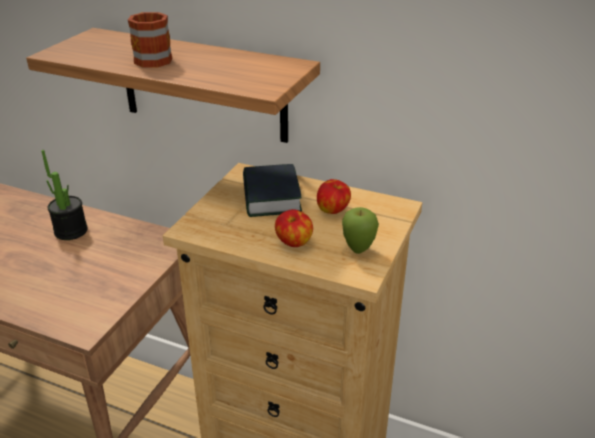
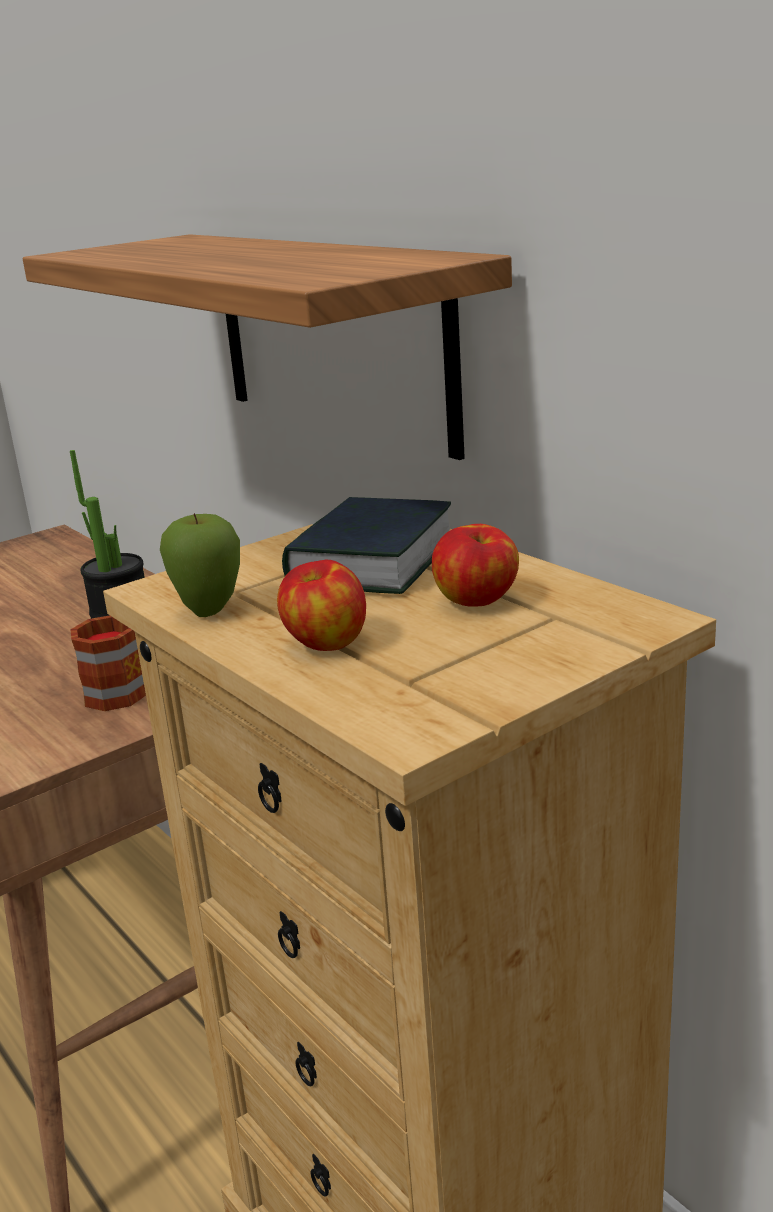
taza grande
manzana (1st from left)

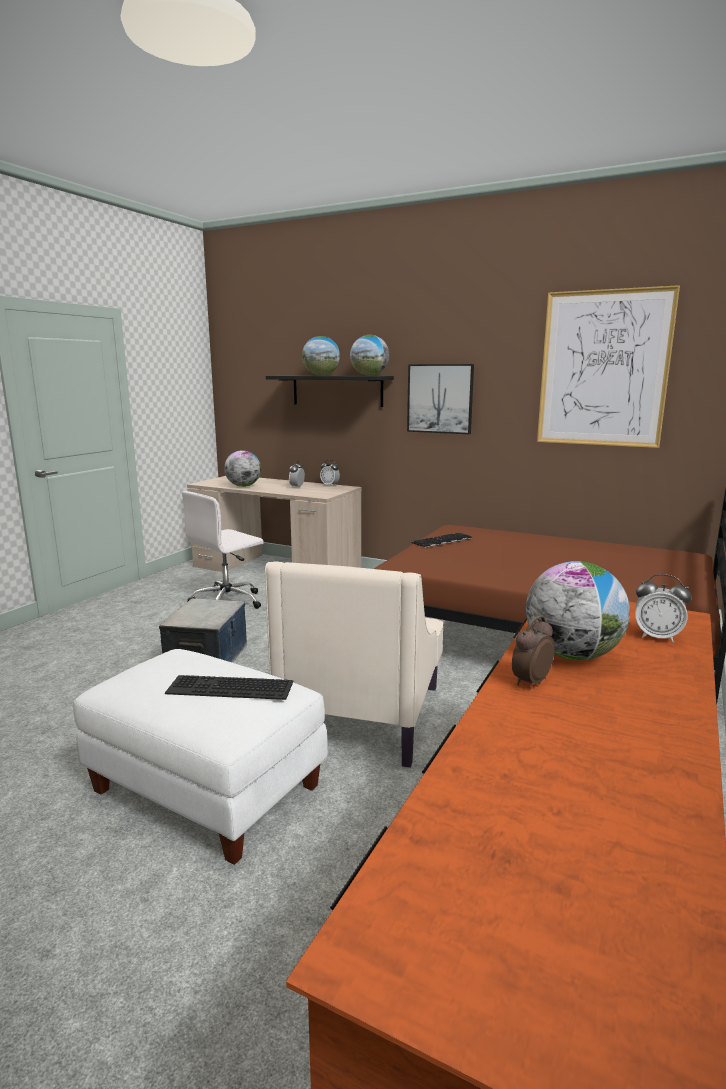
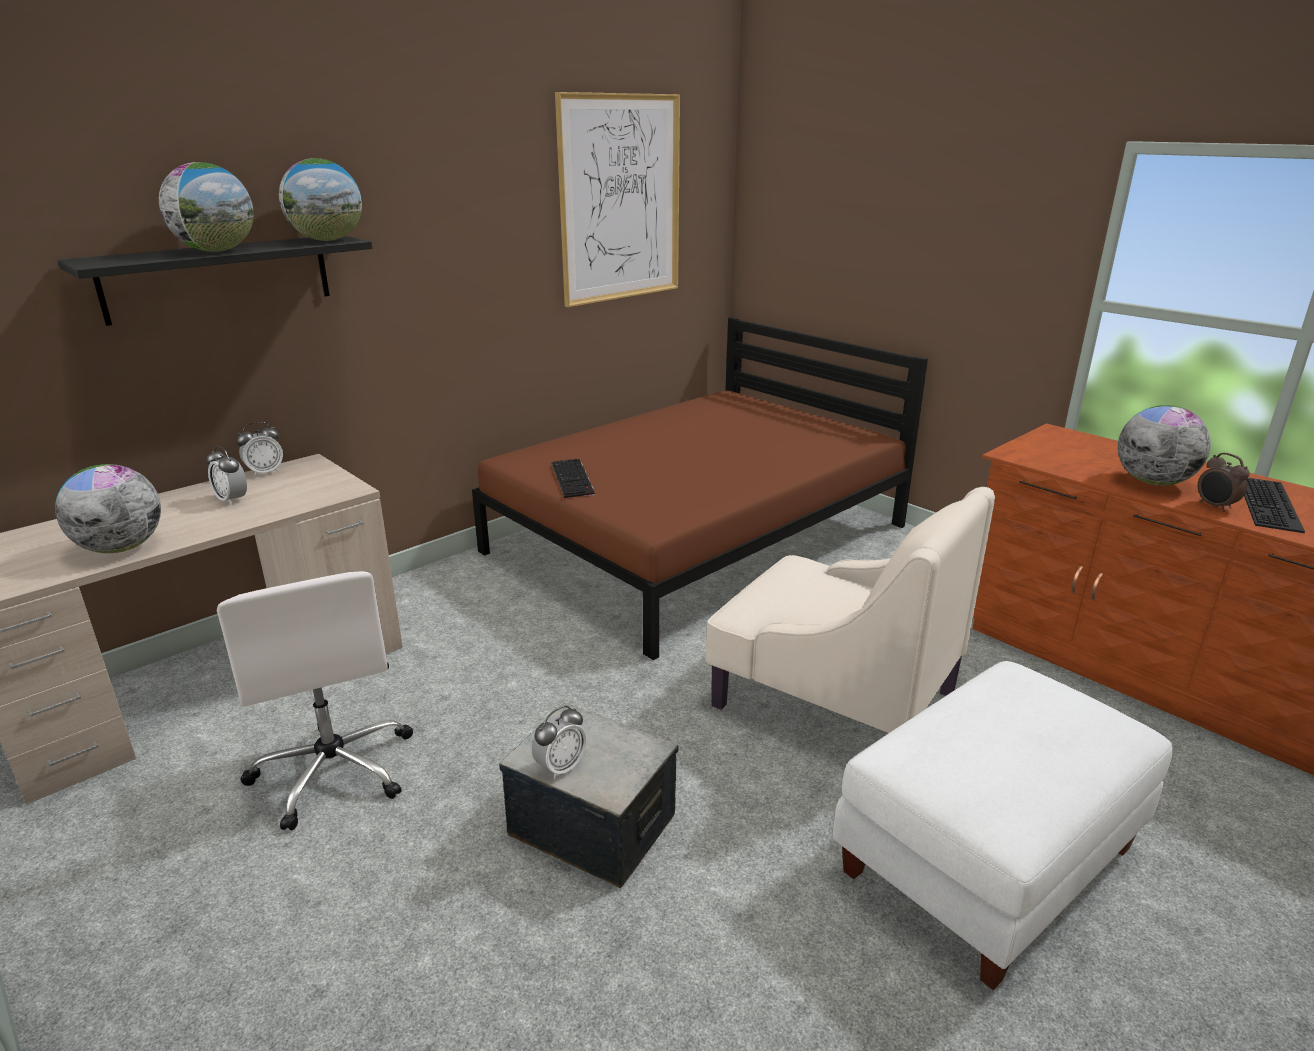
teclado (2nd from left)
cuadro (1st from left in the first image)
despertador (3rd from left)

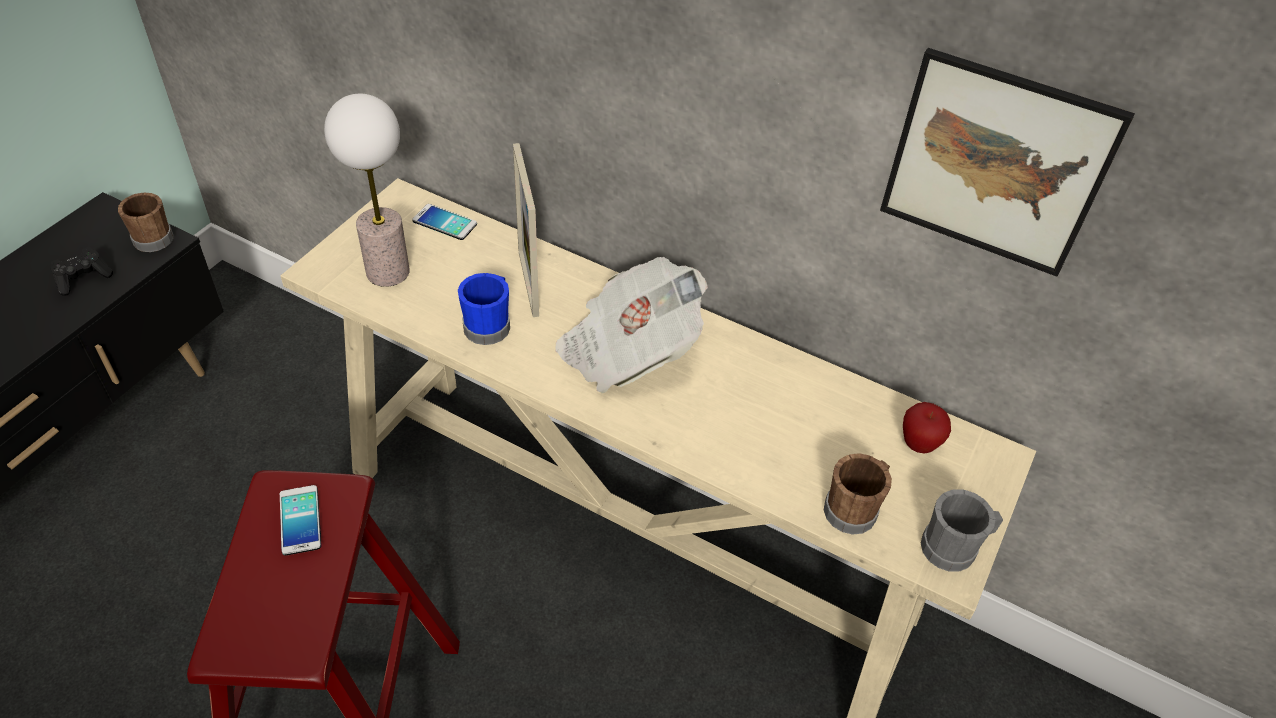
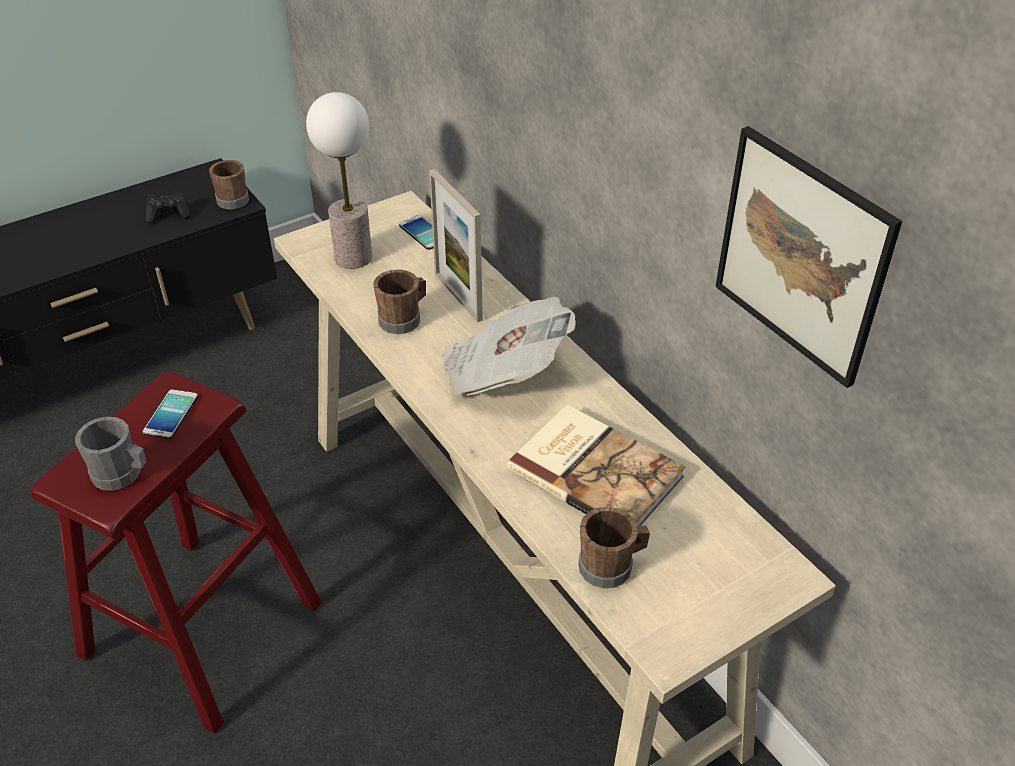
taza grande [marrón] (2nd from left)
portarretratos
manzana
taza grande [gris]
libro

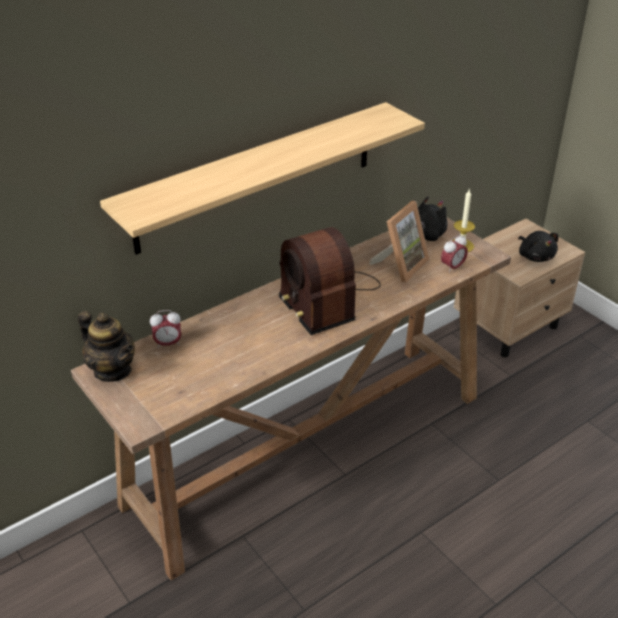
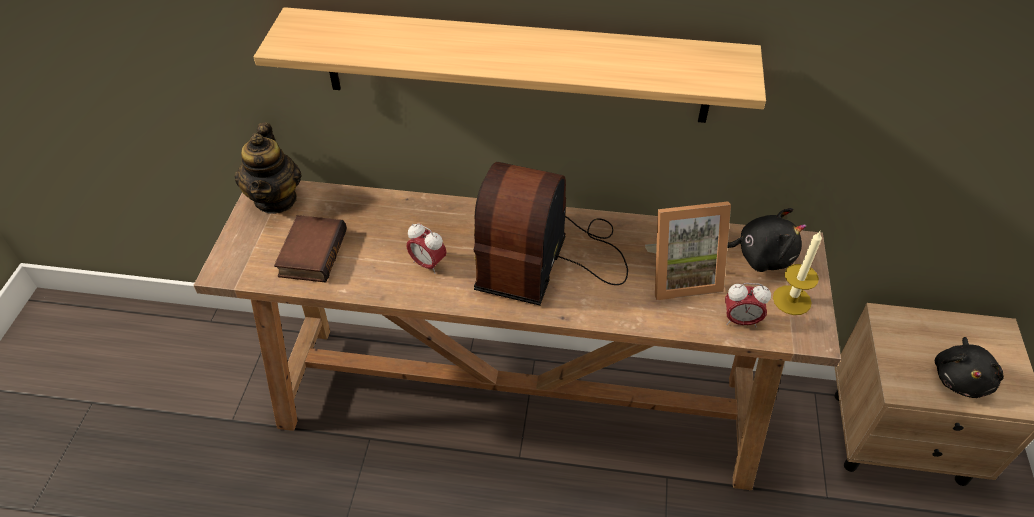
despertador (1st from left)
libro

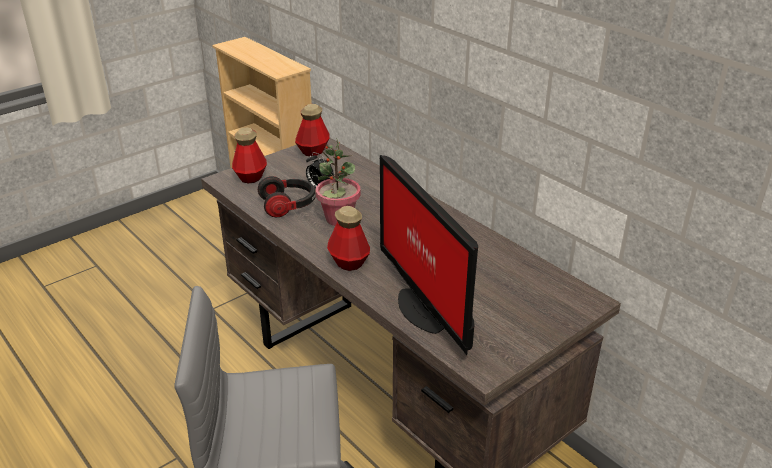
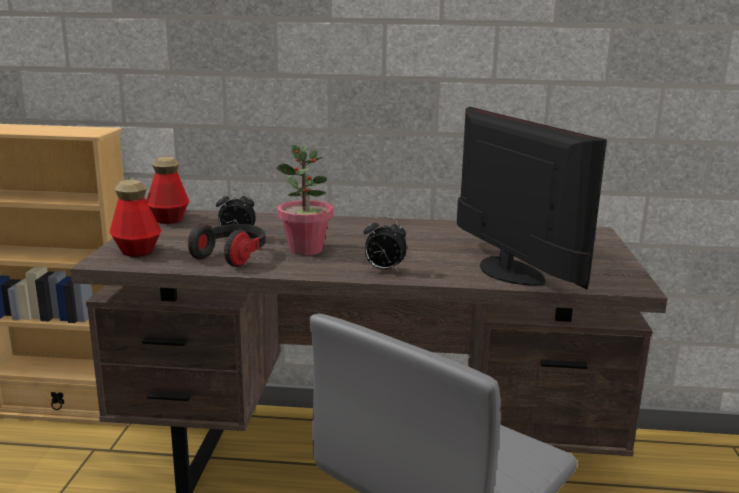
despertador (2nd from left)
monitor

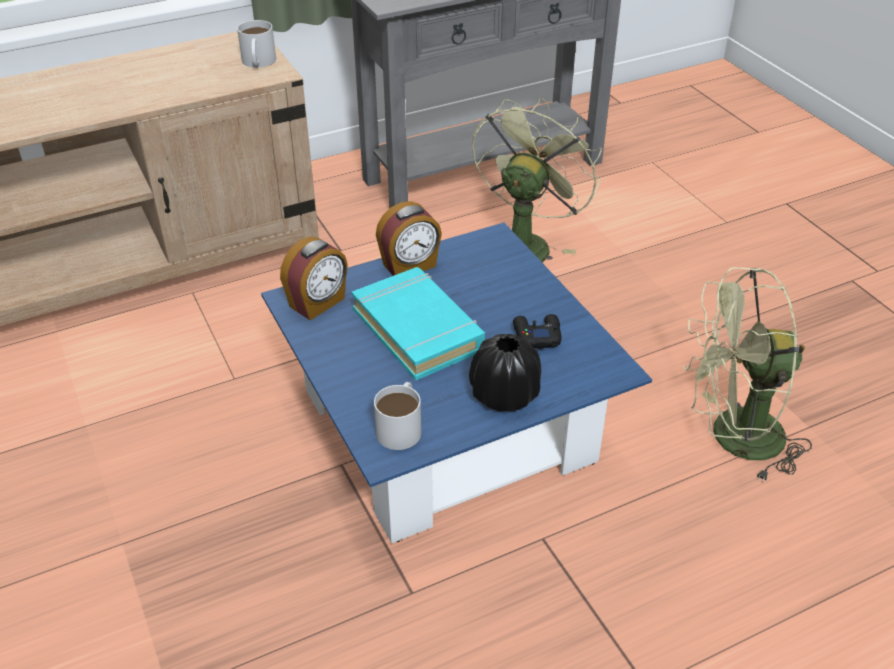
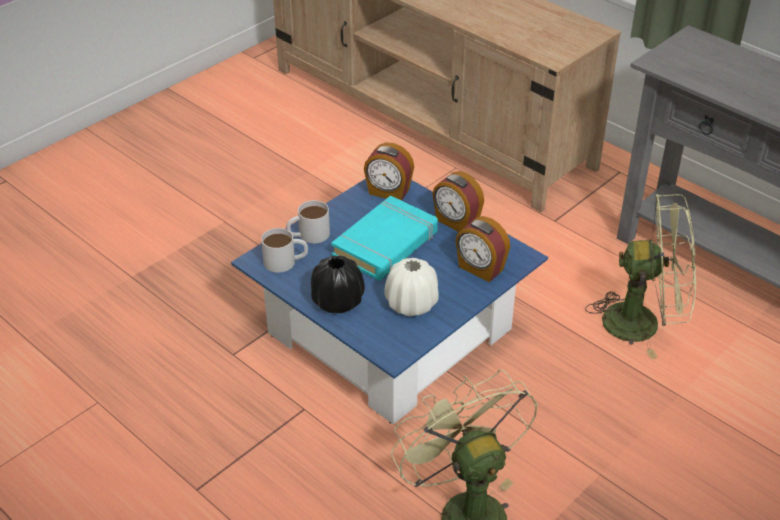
taza grande [blanco] (2nd from left)
florero [blanco]
despertador (3rd from left)

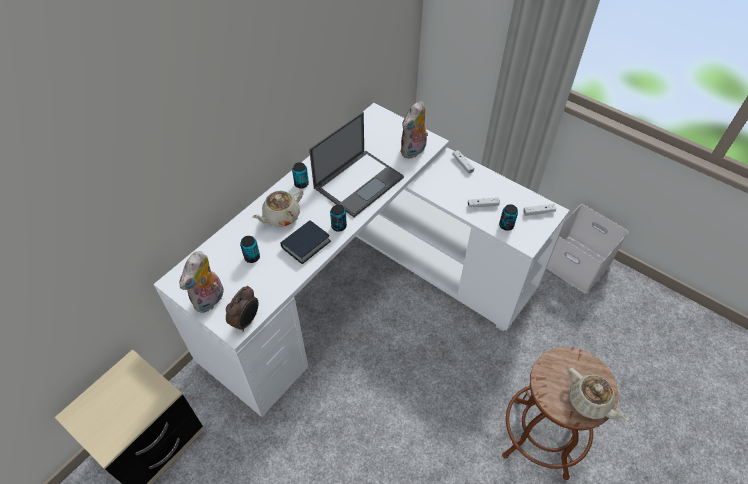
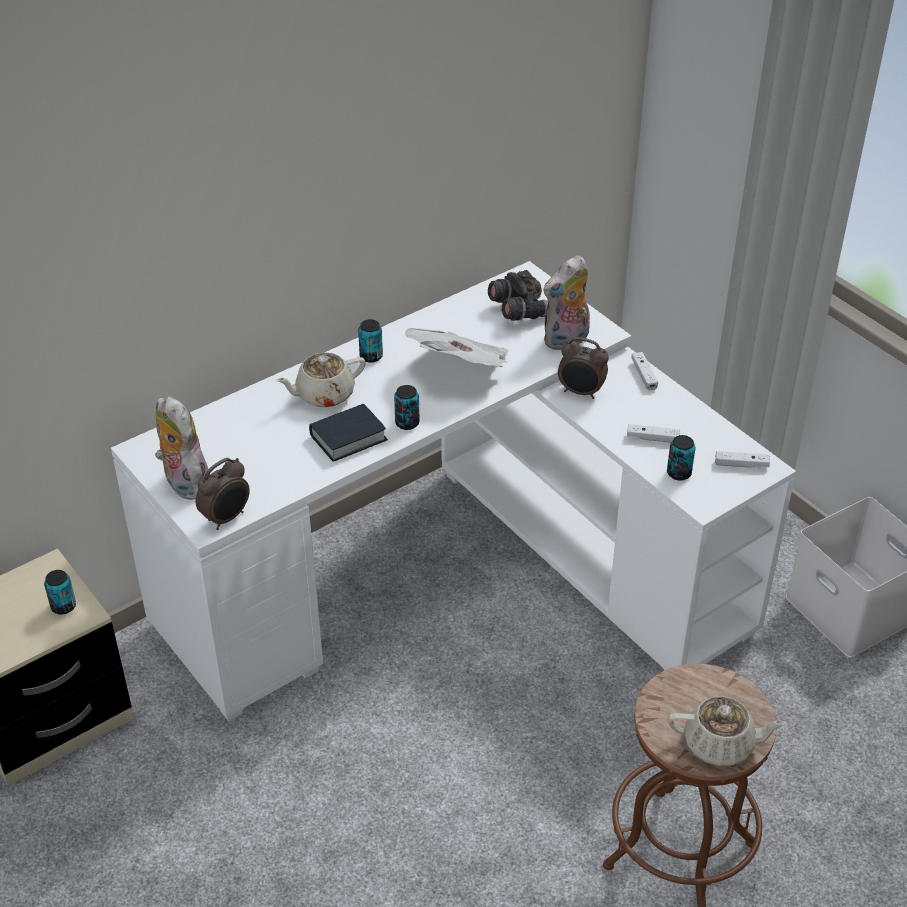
peluche (1st from left)
lata (1st from left)
periódico
tetera [beis] (2nd from left)
prismáticos [gris]
despertador (2nd from left)

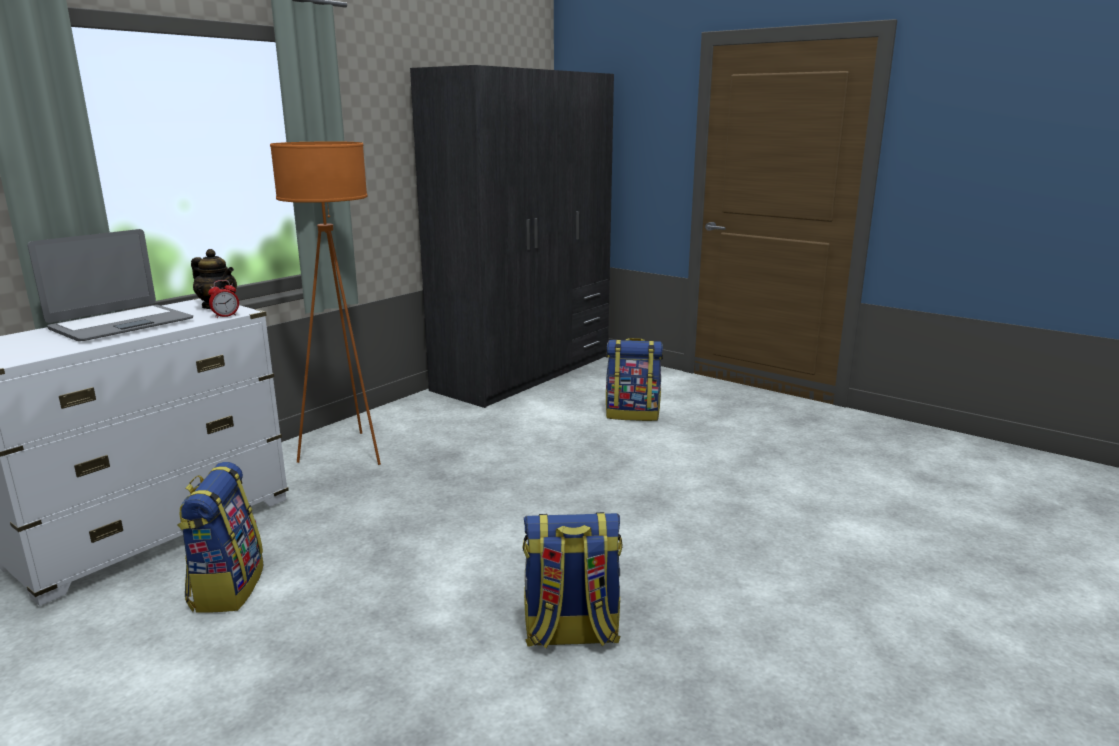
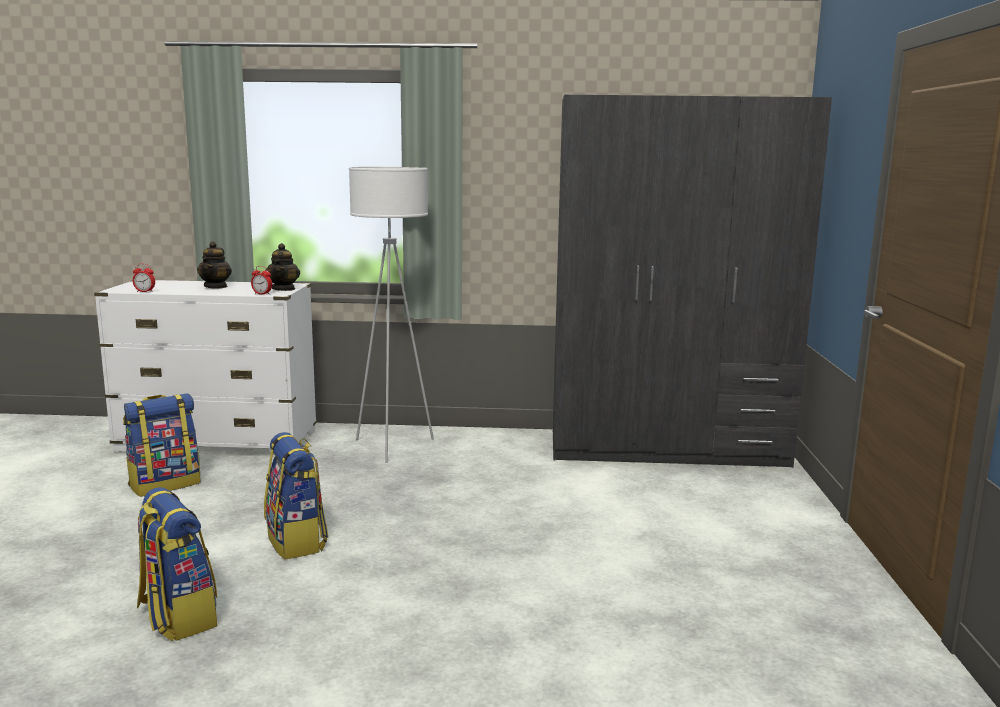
tetera (1st from left)
lámpara de pie [blanco]
mochila (3rd from left)
despertador (1st from left)

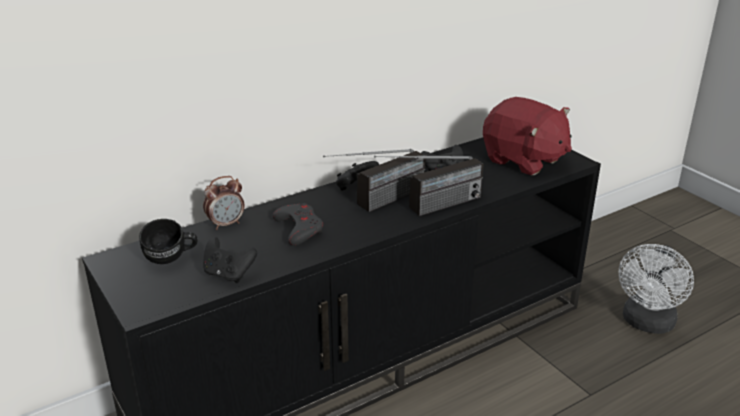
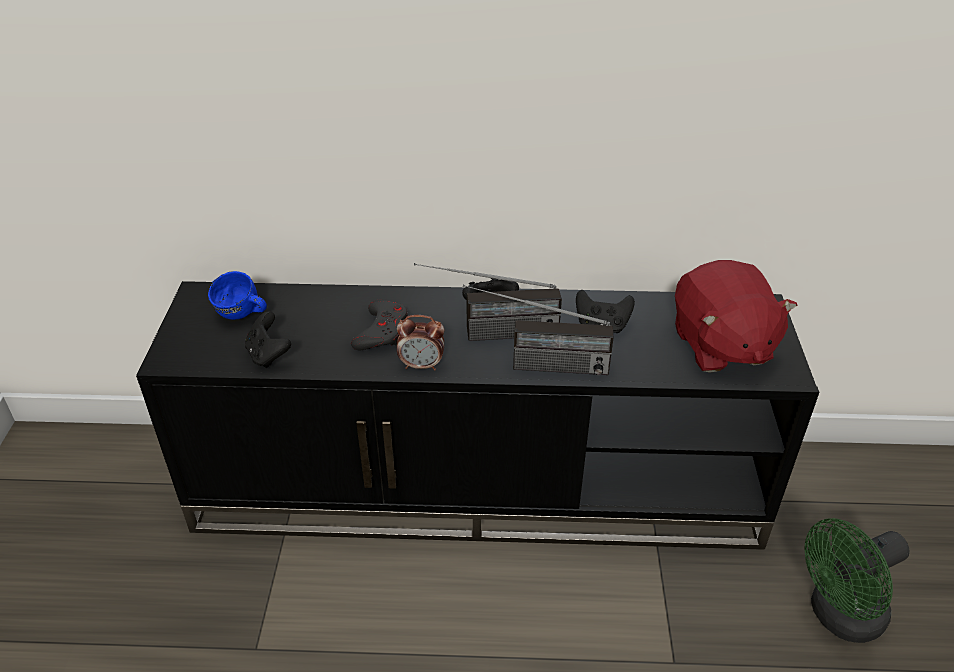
taza grande [azul]
despertador
ventilador [verde]

